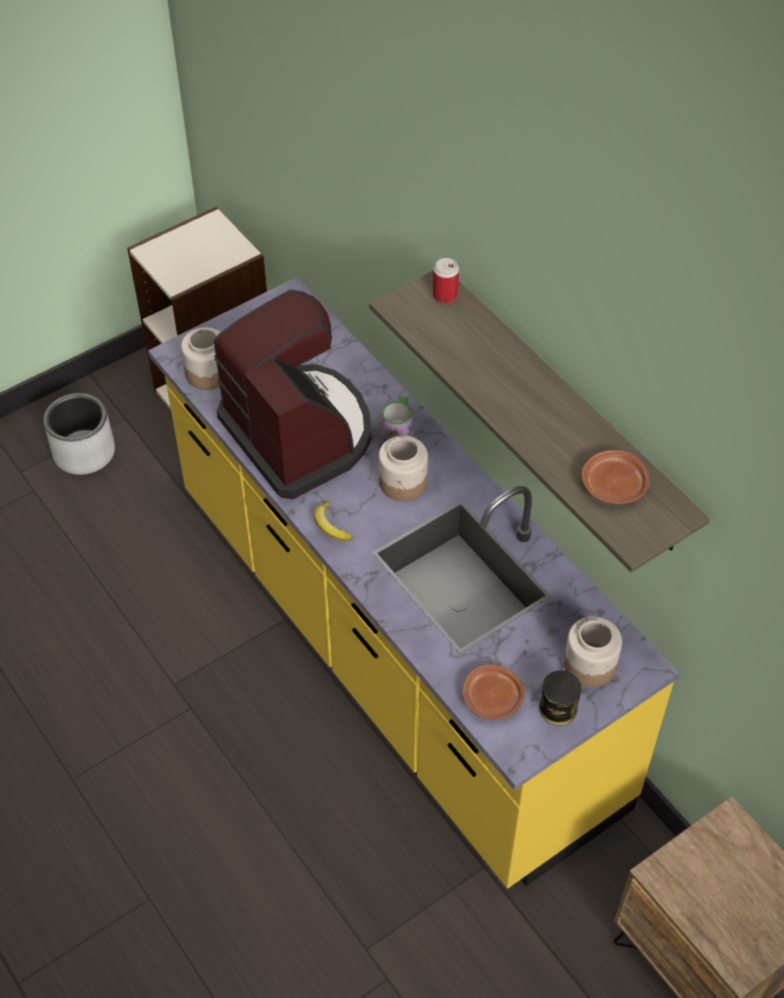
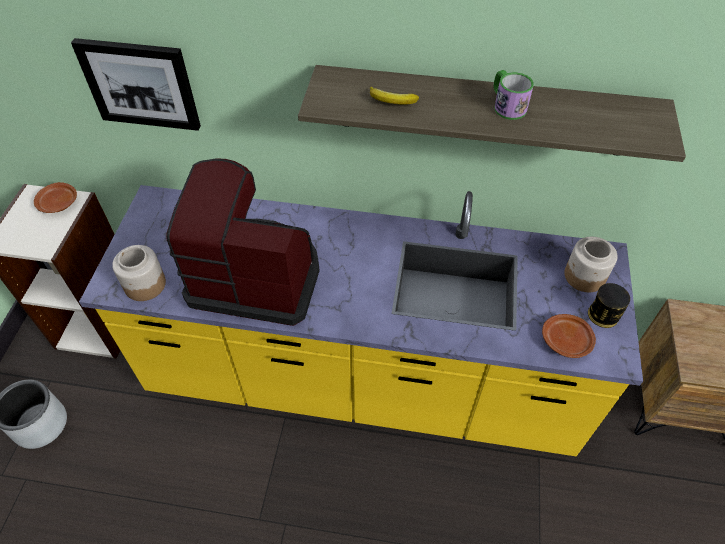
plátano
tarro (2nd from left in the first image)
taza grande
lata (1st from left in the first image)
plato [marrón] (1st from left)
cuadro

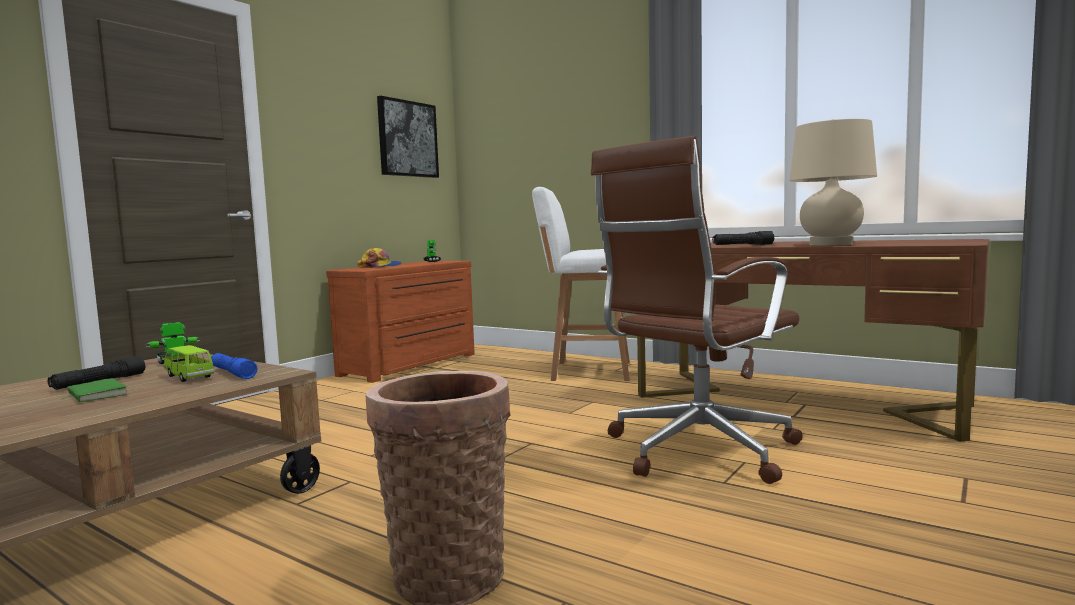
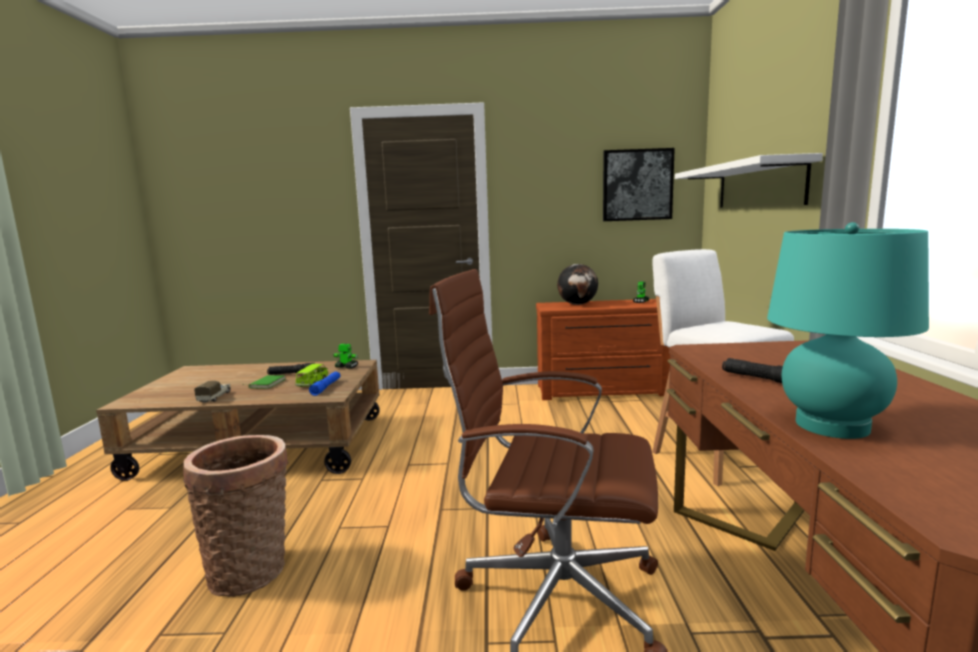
globo terráqueo
lámpara de mesa [turquesa]
camión de juguete
estante [blanco]

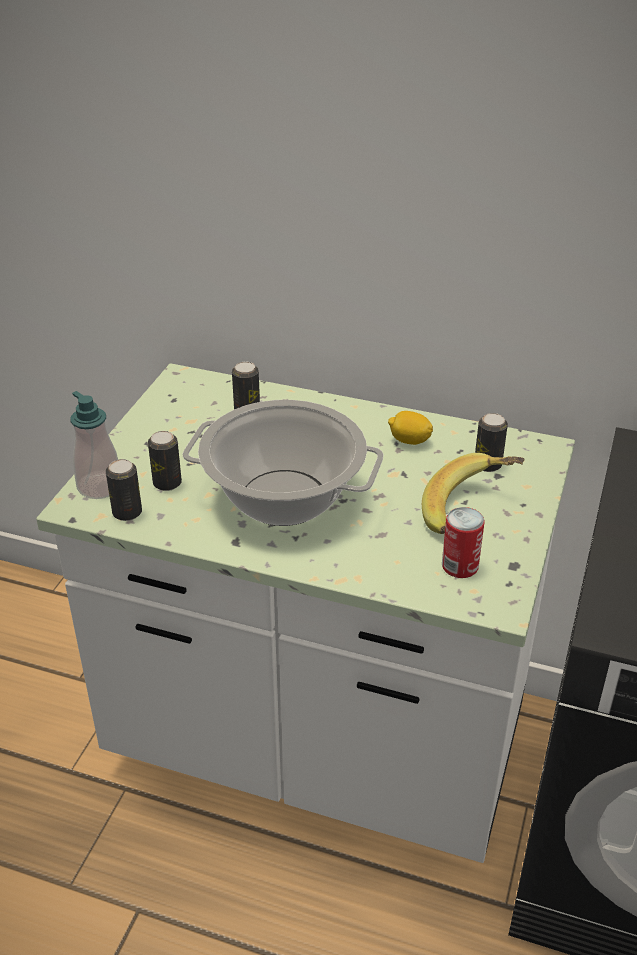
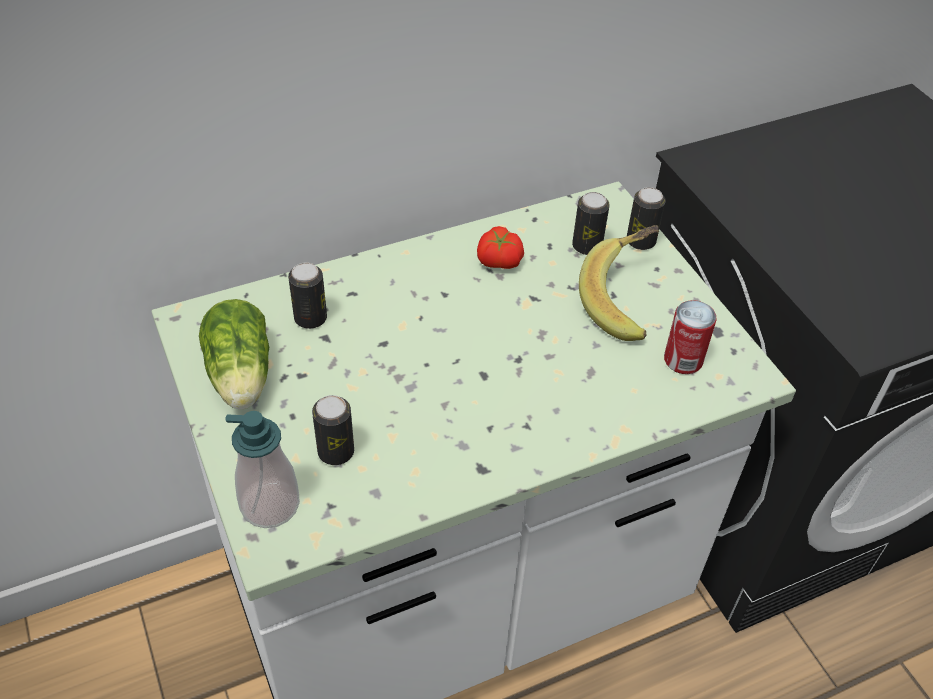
lata (4th from left)
olla
tomate
lechuga

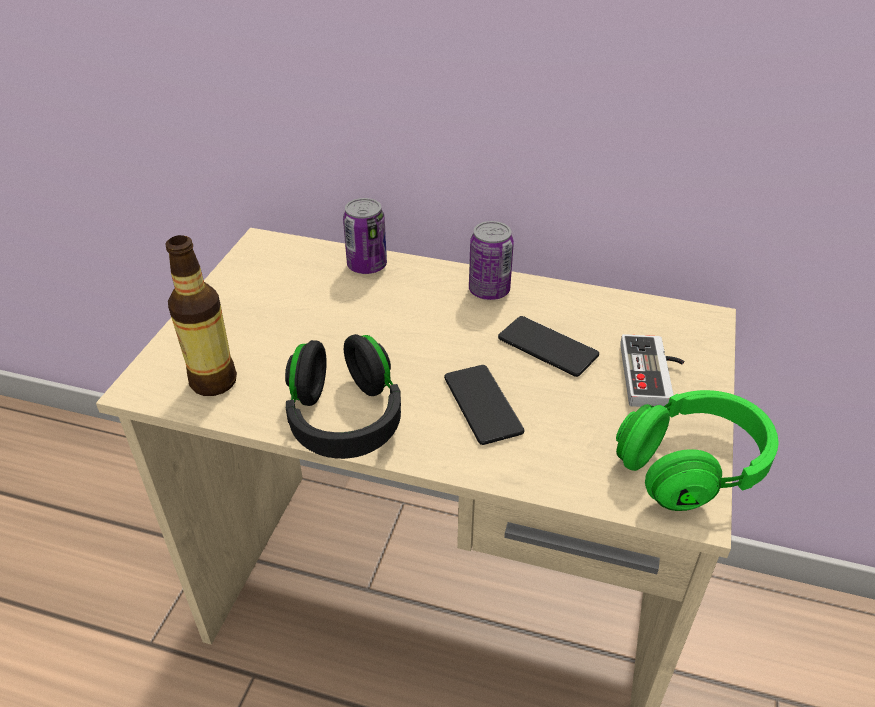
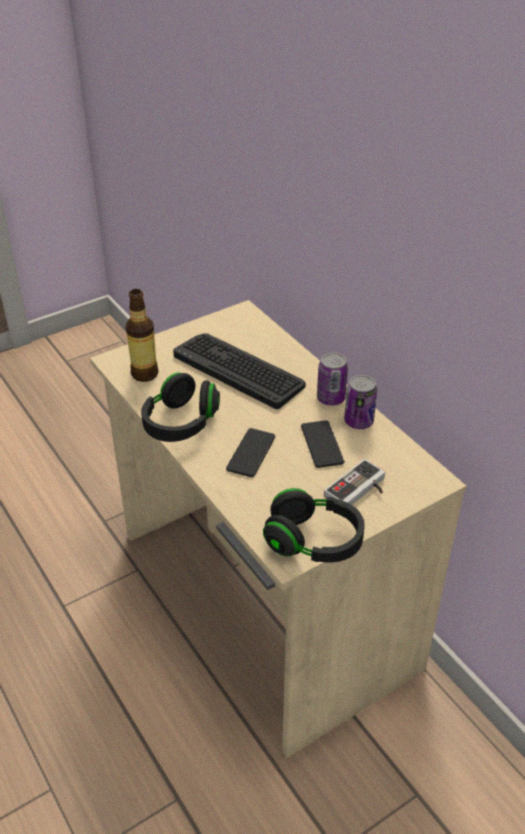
lata (2nd from left)
auriculares [negro] (2nd from left)
teclado

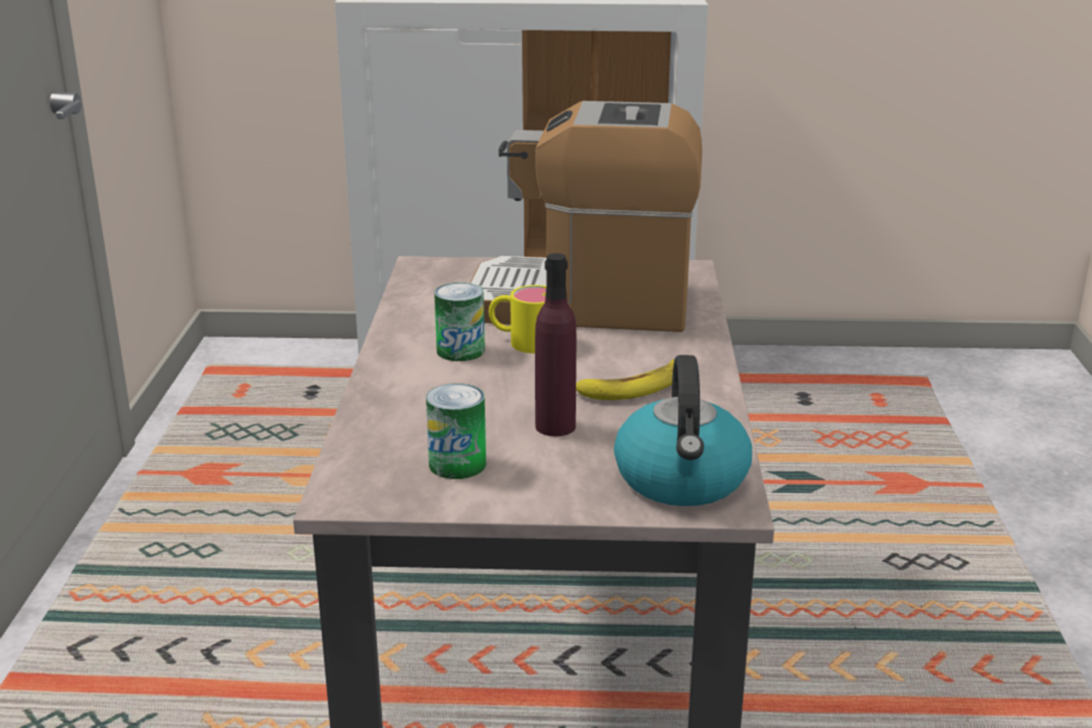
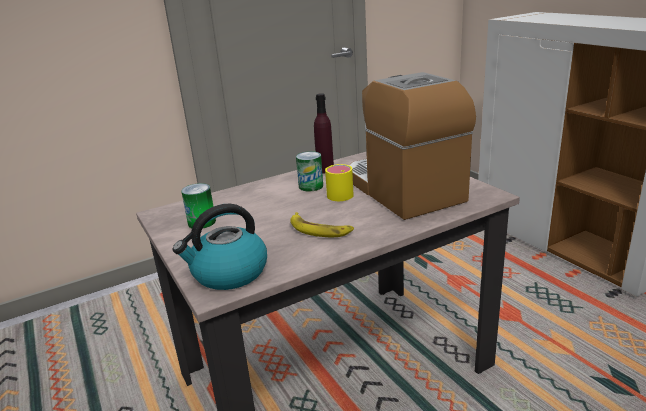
botella [morado]

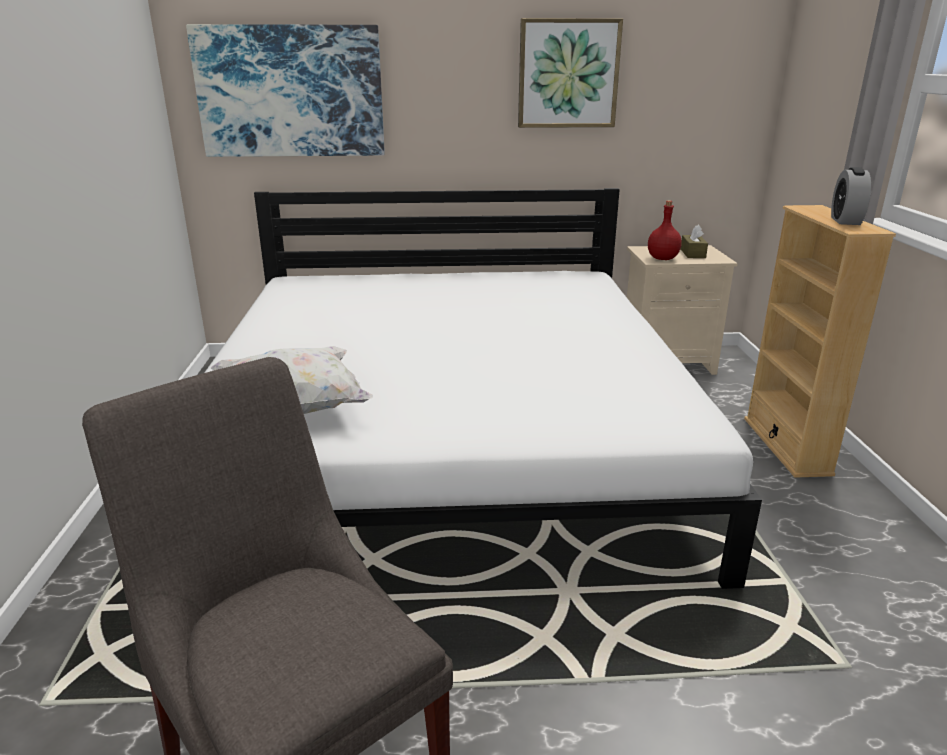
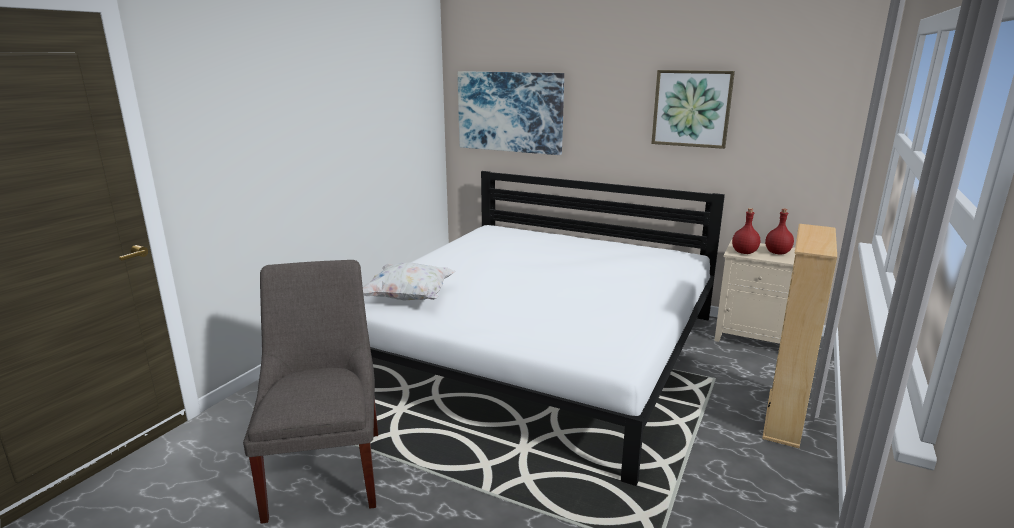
botella [rojo] (2nd from left)
despertador

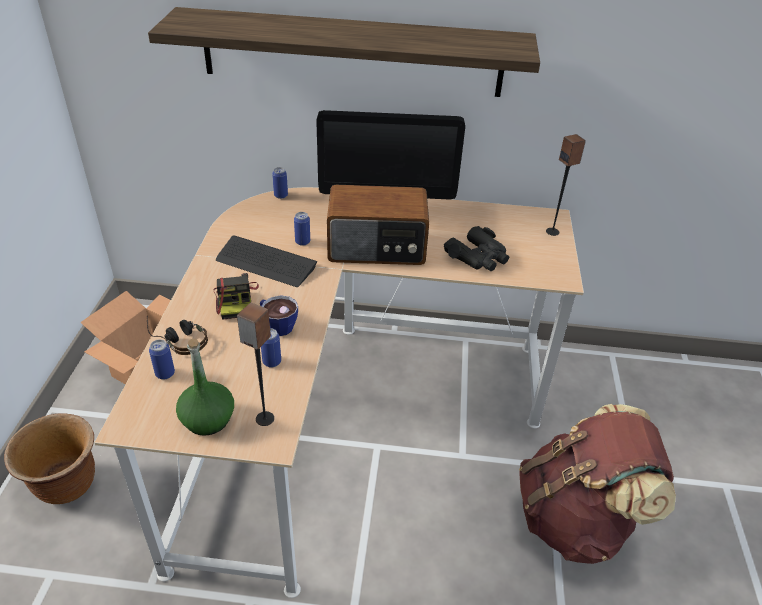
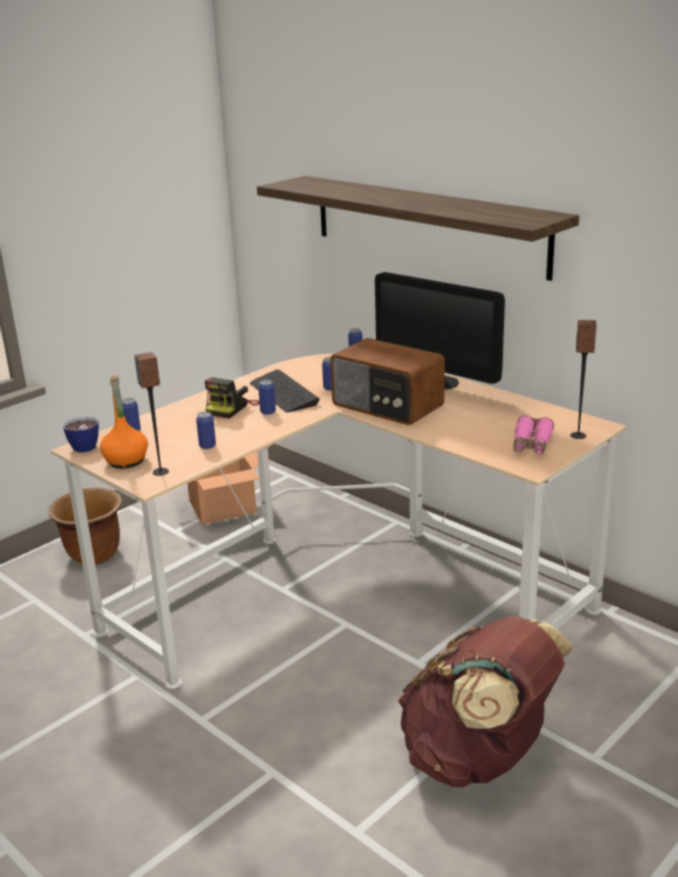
auriculares
botella [naranja]
taza
prismáticos [negro]
lata (3rd from left)
prismáticos [rosa]

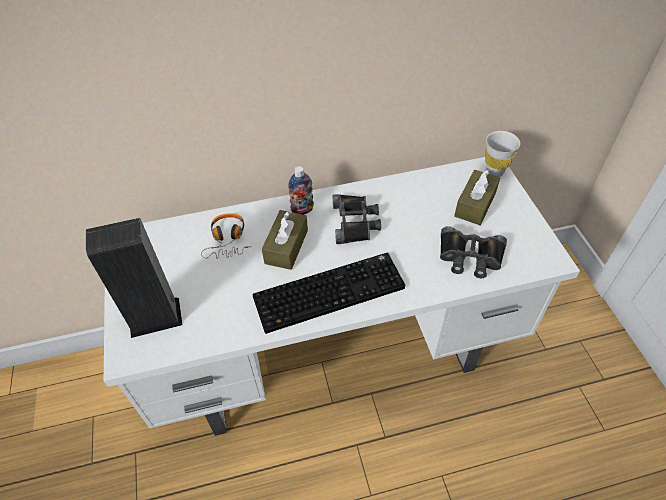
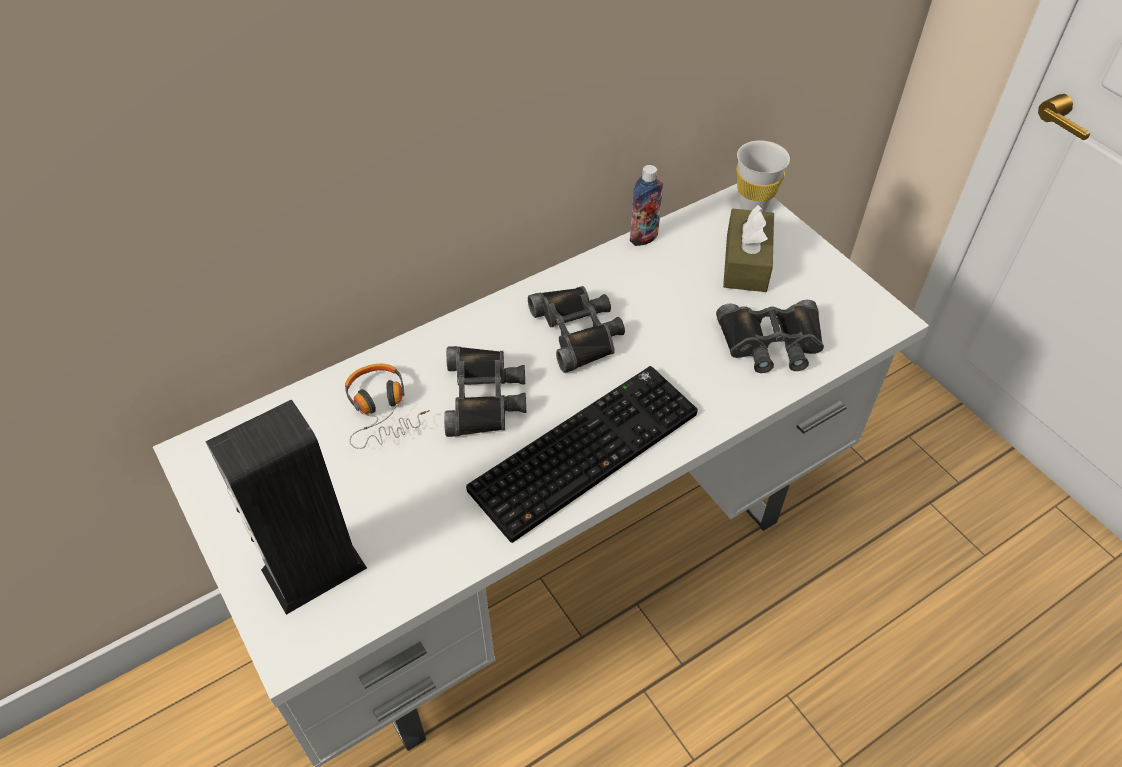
prismáticos [negro] (1st from left)
botella

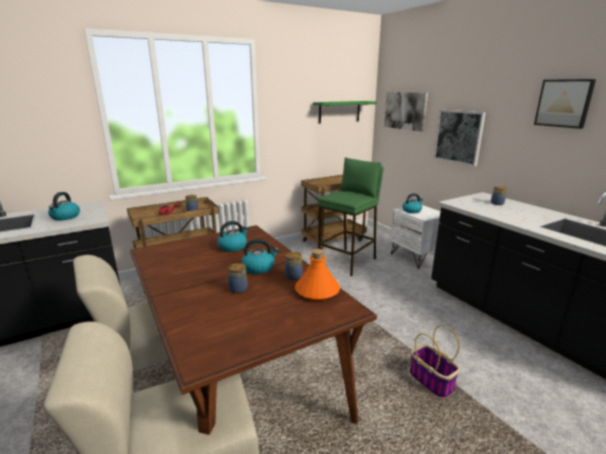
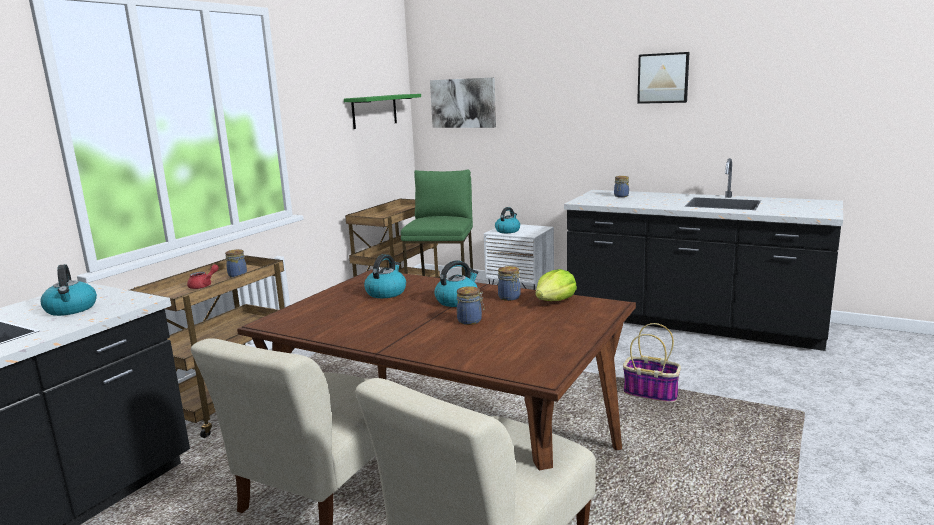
lechuga
cuadro (2nd from left in the first image)

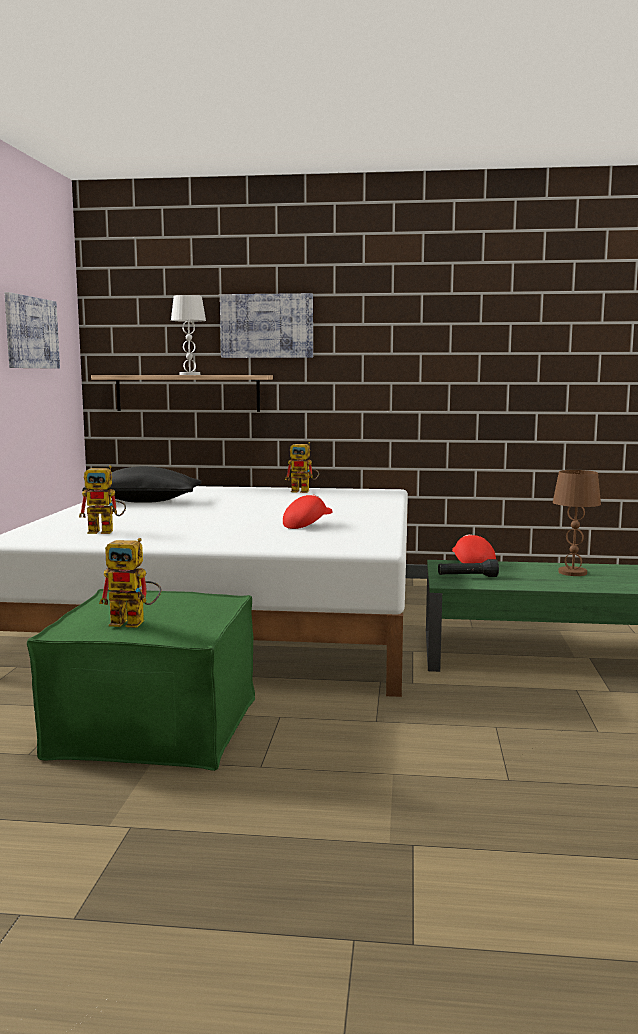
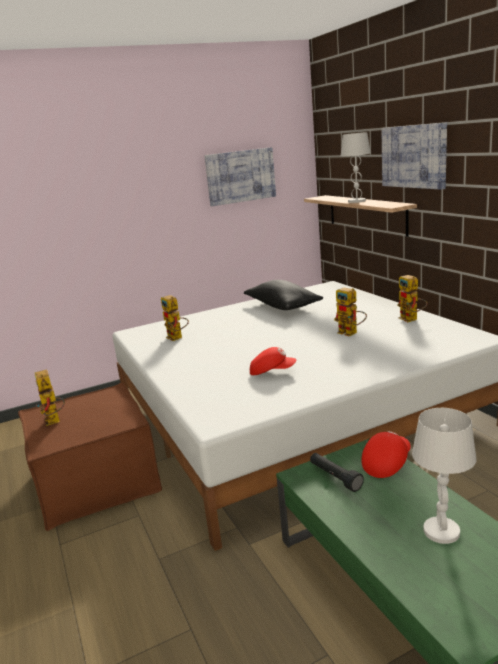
puf [marrón]
lámpara de mesa [blanco] (2nd from left)
robot de juguete (3rd from left)

